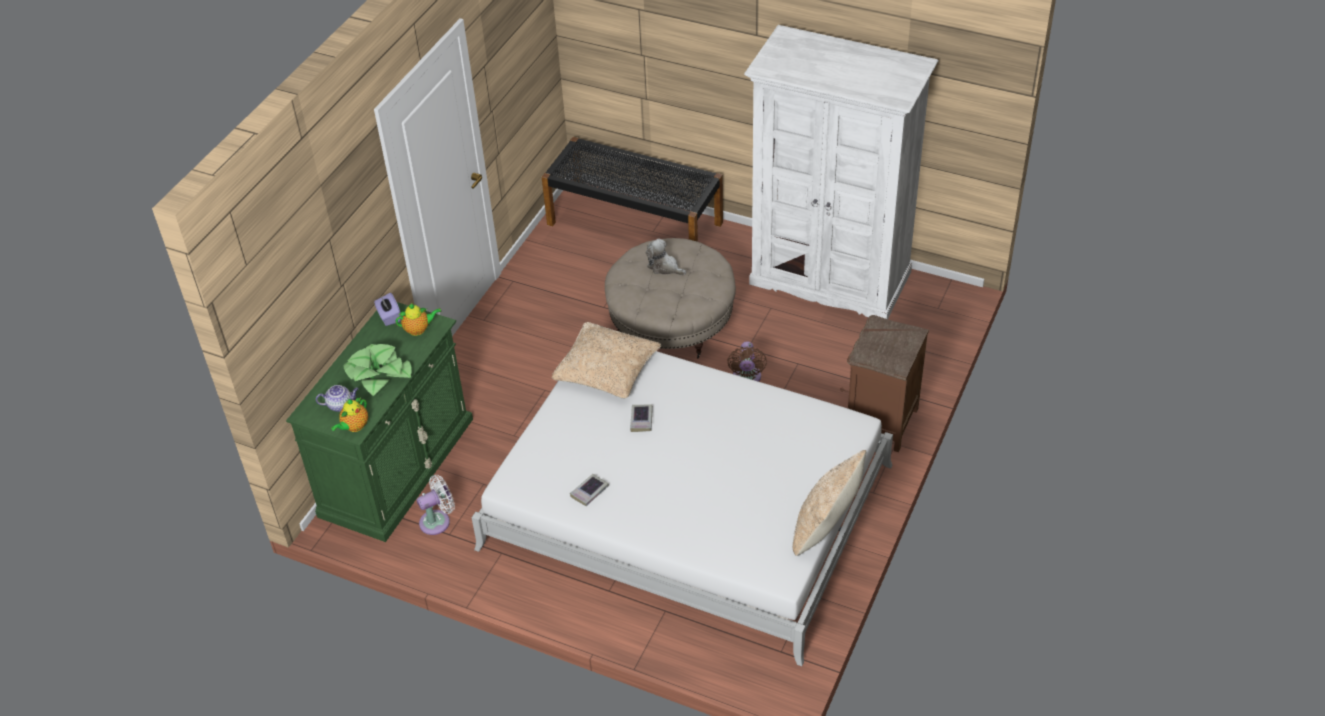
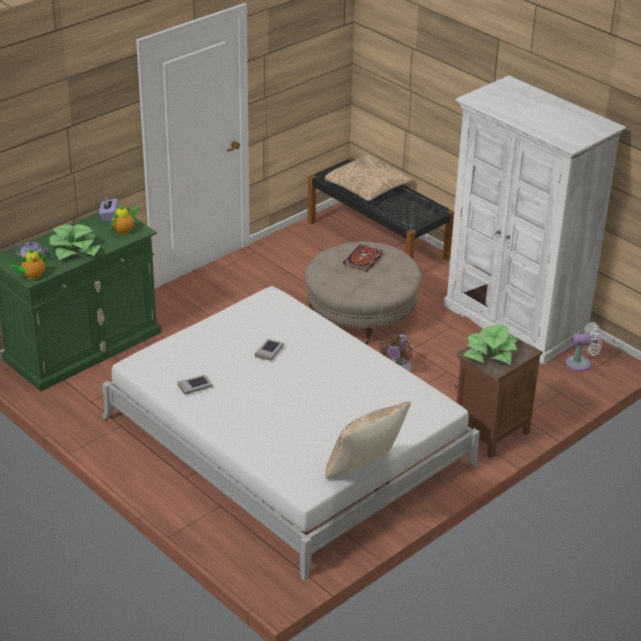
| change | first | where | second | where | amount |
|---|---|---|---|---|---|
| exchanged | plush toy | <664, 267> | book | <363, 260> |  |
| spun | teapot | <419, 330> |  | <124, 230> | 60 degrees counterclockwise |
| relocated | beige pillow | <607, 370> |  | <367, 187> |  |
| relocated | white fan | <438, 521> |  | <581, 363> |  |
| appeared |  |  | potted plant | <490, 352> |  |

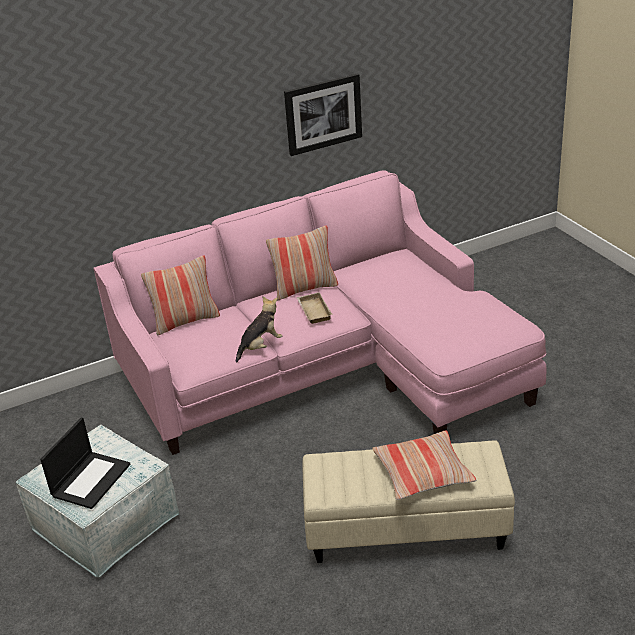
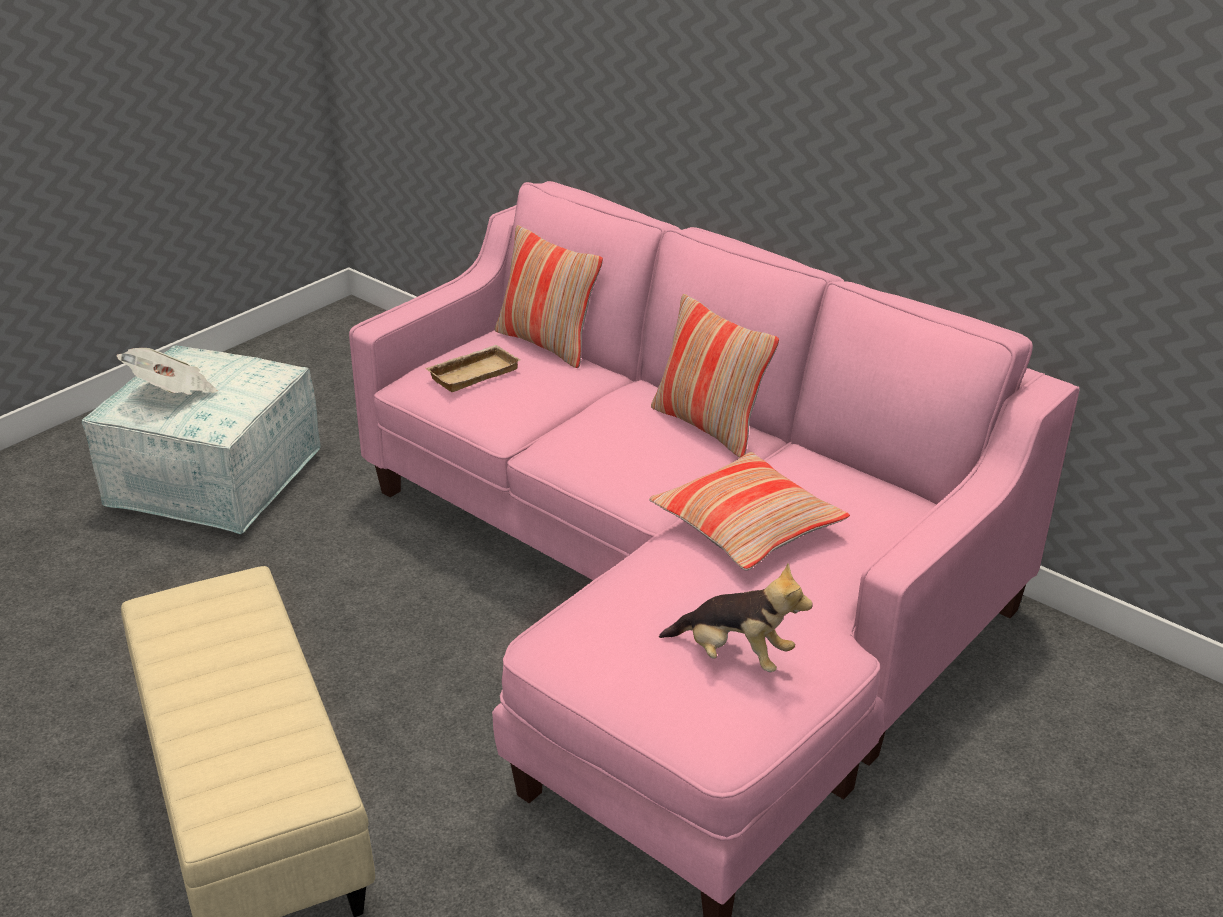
| change | first | where | second | where | amount |
|---|---|---|---|---|---|
| missing | picture | <323, 114> |  |  |  |
| relocated | beige tray | <313, 311> |  | <473, 372> |  |
| relocated | plush toy | <260, 347> |  | <734, 655> |  |
| exchanged | laptop | <91, 479> | newspaper | <173, 392> |  |
| relocated | pillow | <423, 473> |  | <747, 526> |  |

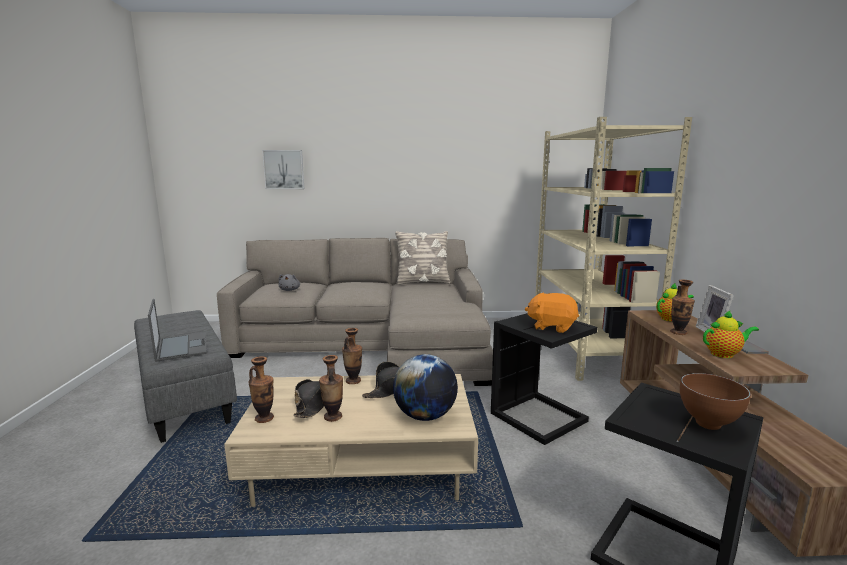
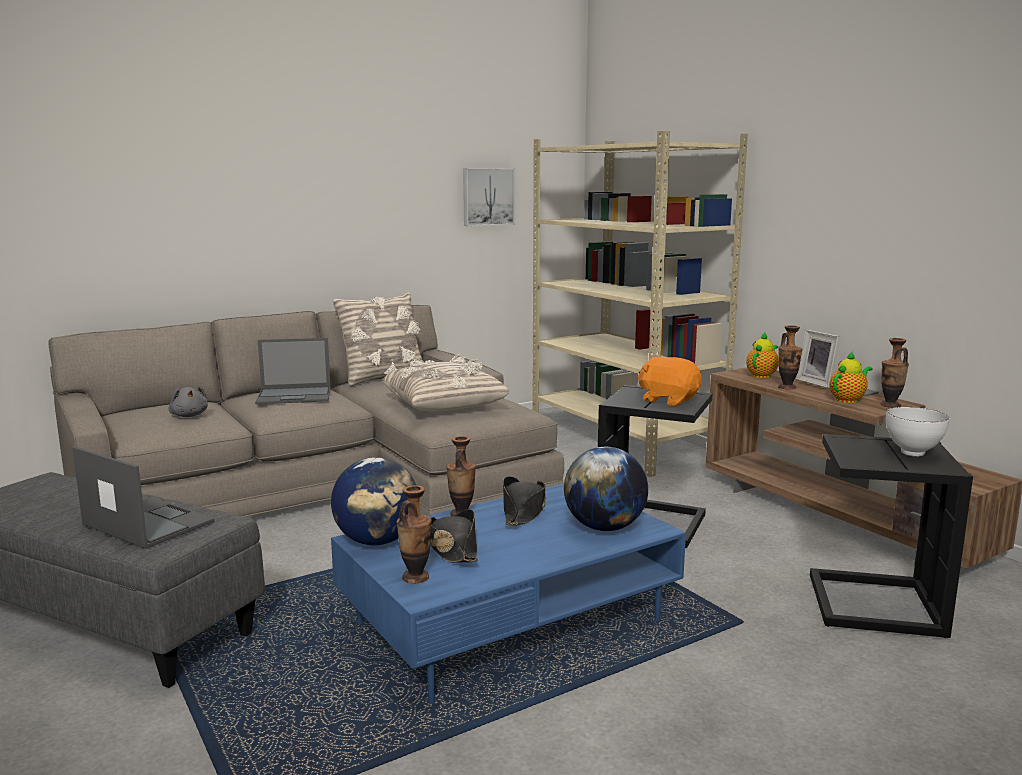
| change | first | where | second | where | amount |
|---|---|---|---|---|---|
| relocated | picture | <284, 169> |  | <487, 196> |  |
| spun | orange plush toy | <551, 326> |  | <668, 400> | 45 degrees clockwise |
| relocated | vase | <333, 417> |  | <890, 405> |  |
| colour | brown bowl | <709, 425> | white bowl | <914, 454> |  |
| colour | beige coffee table | <363, 463> | blue coffee table | <510, 621> |  |
| appeared |  |  | laptop | <295, 396> |  |
| appeared |  |  | beige pillow | <444, 406> |  |
| appeared |  |  | globe | <377, 541> |  |

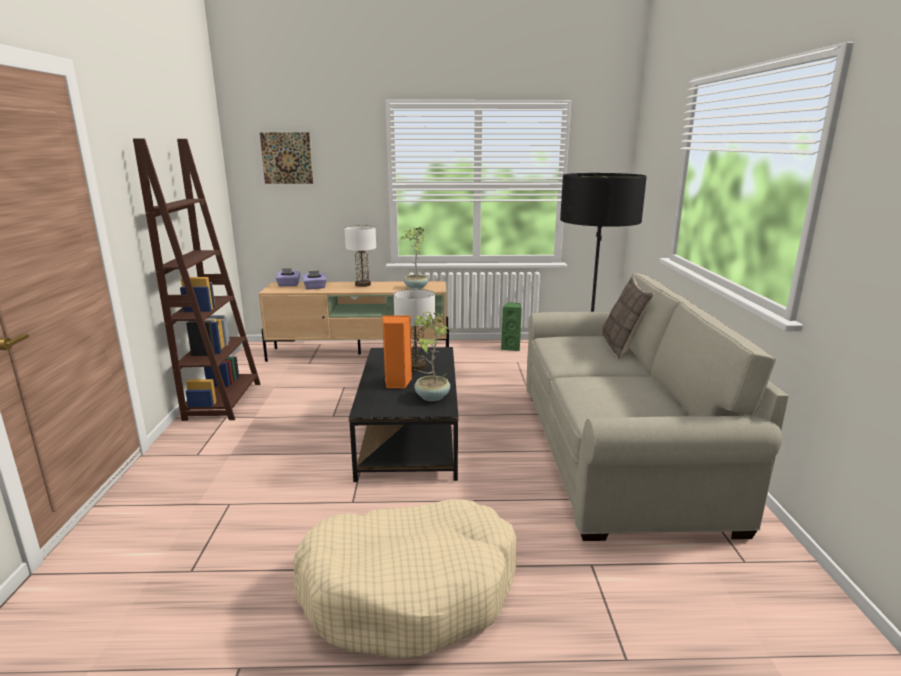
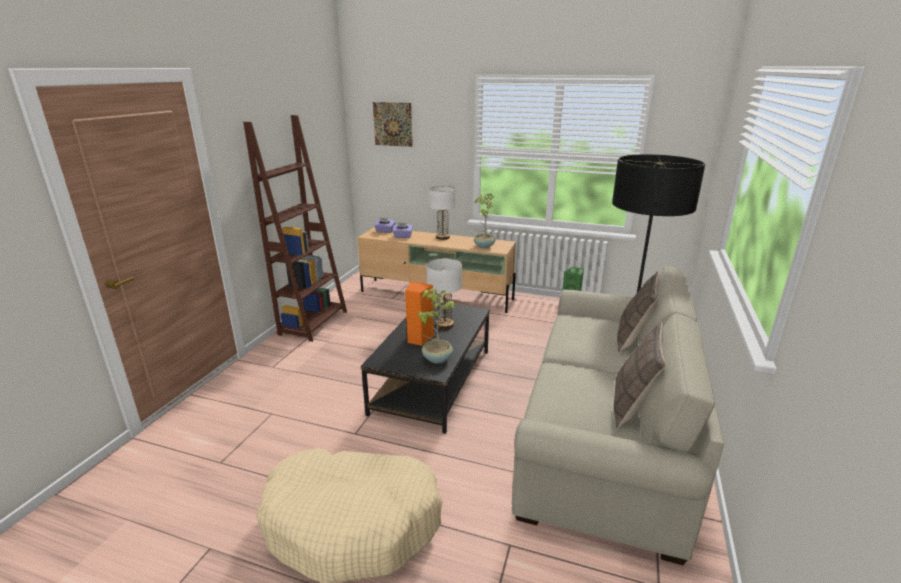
| change | first | where | second | where | amount |
|---|---|---|---|---|---|
| appeared |  |  | pillow | <632, 406> |  |

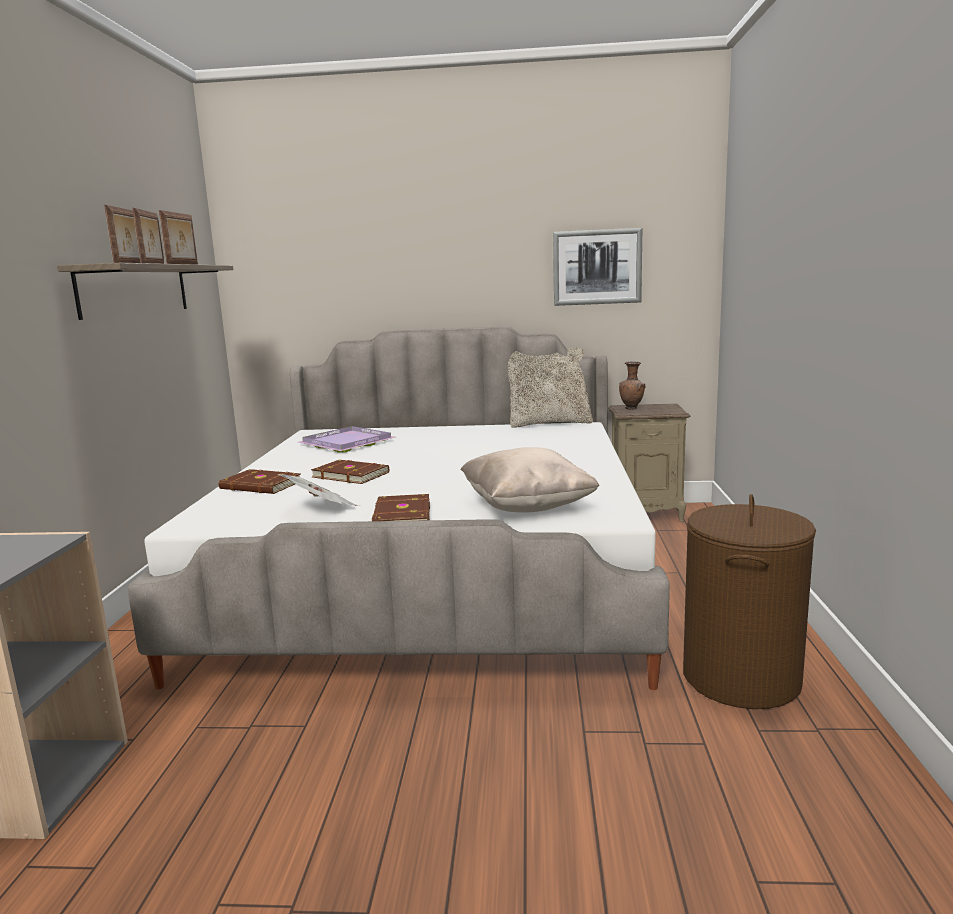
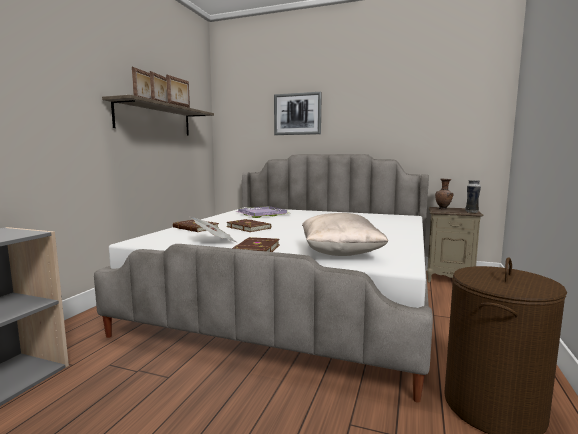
| change | first | where | second | where | amount |
|---|---|---|---|---|---|
| relocated | picture | <597, 267> |  | <297, 114> |  |
| missing | beige pillow | <548, 422> |  |  |  |
| appeared |  |  | vase | <471, 212> |  |

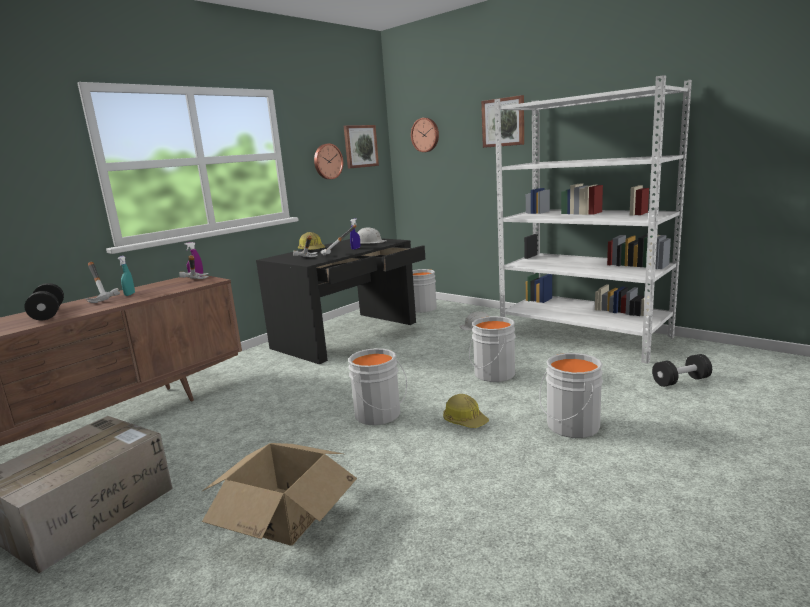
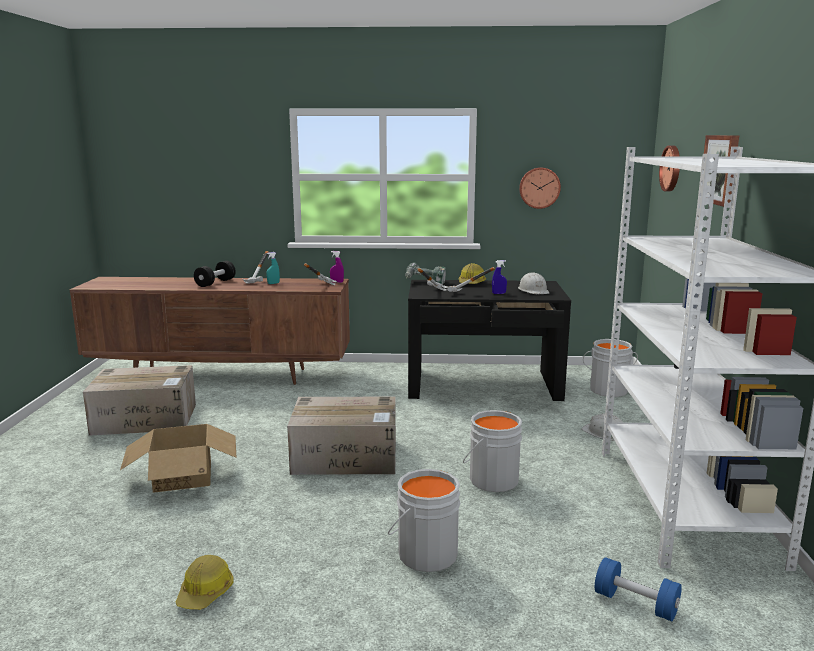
| change | first | where | second | where | amount |
|---|---|---|---|---|---|
| missing | picture | <360, 146> |  |  |  |
| exchanged | grey bucket | <379, 415> | cardboard box | <347, 456> |  |
| colour | black dumbbell | <681, 381> | blue dumbbell | <635, 603> |  |
| relocated | hard hat | <465, 420> |  | <205, 592> |  |
| appeared |  |  | power drill | <424, 283> |  |

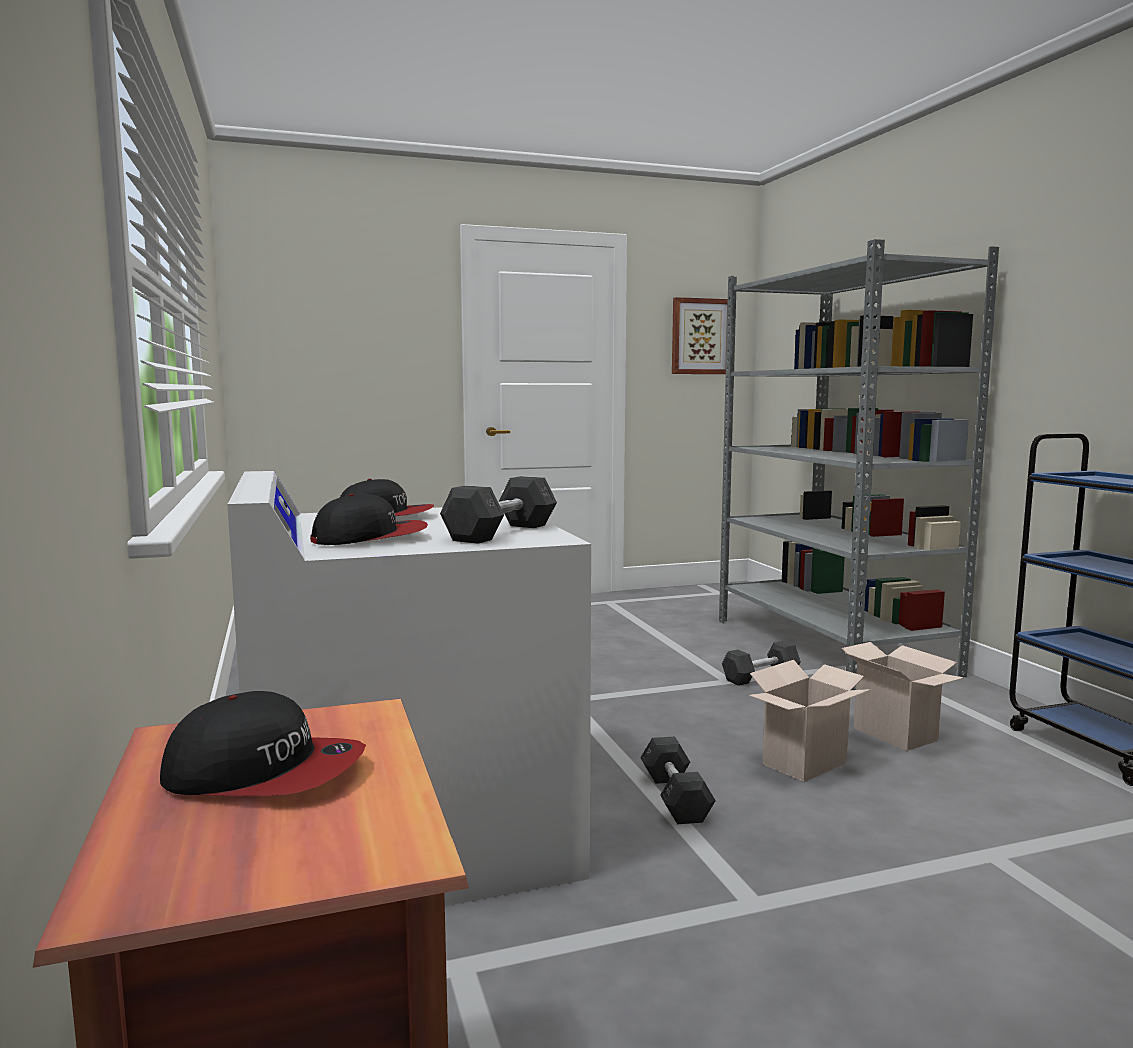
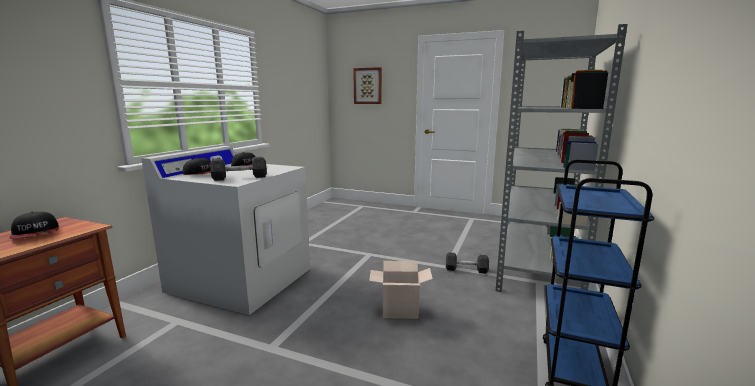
| change | first | where | second | where | amount |
|---|---|---|---|---|---|
| relocated | picture | <700, 336> |  | <368, 86> |  |
| missing | cardboard box | <898, 735> |  |  |  |
| missing | grey dumbbell | <675, 797> |  |  |  |

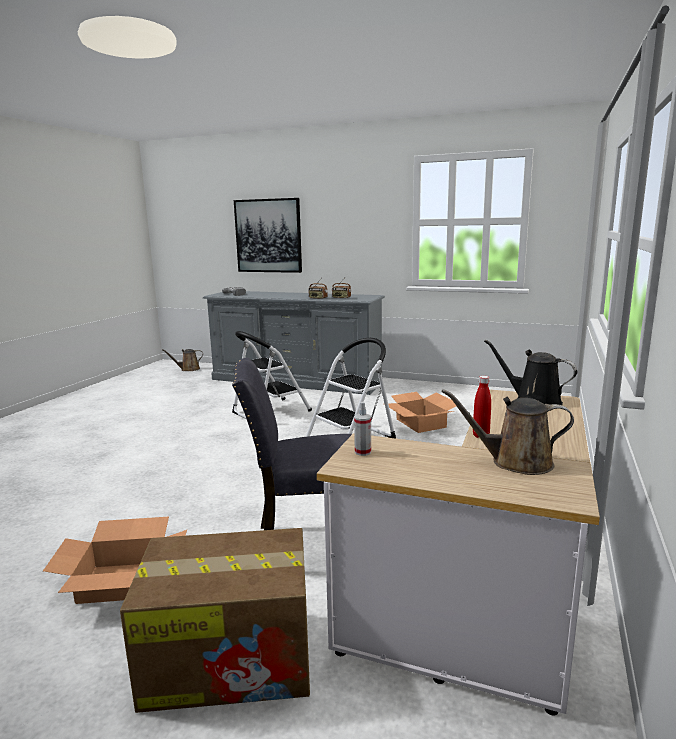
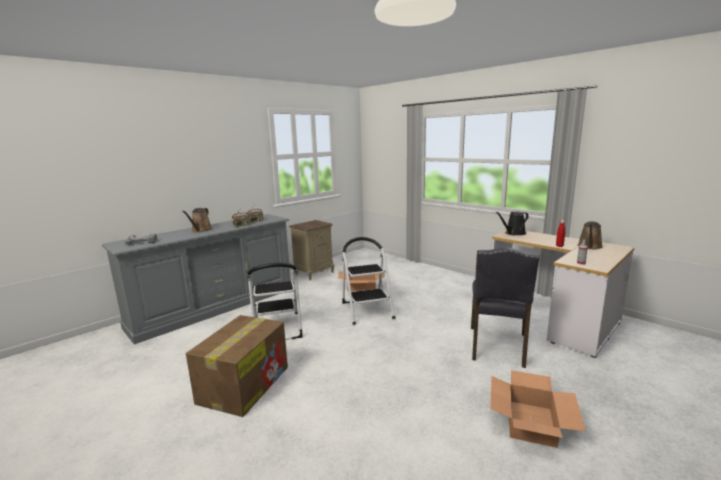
| change | first | where | second | where | amount |
|---|---|---|---|---|---|
| missing | picture | <268, 236> |  |  |  |
| relocated | brown watering can | <188, 369> |  | <201, 230> |  |
| relocated | cardboard box | <232, 658> |  | <245, 384> |  |
| appeared |  |  | beige nightstand | <314, 273> |  |

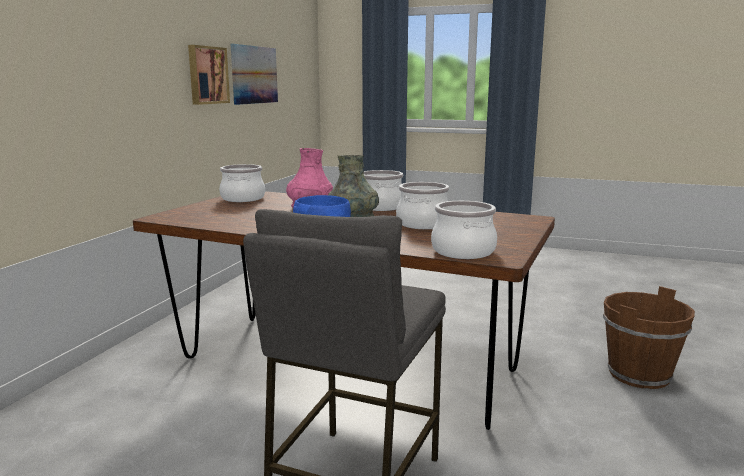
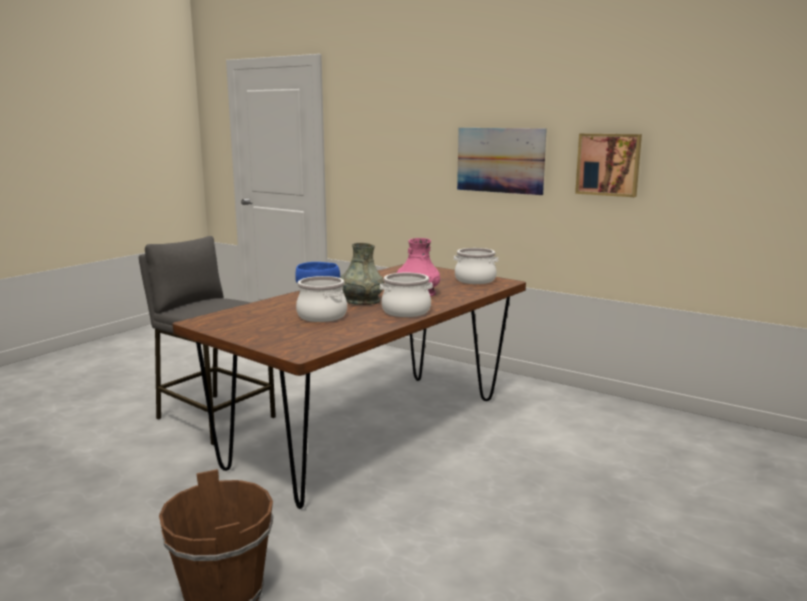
| change | first | where | second | where | amount |
|---|---|---|---|---|---|
| relocated | picture | <254, 75> |  | <500, 160> |  |
| missing | cooking pot | <462, 251> |  |  |  |

